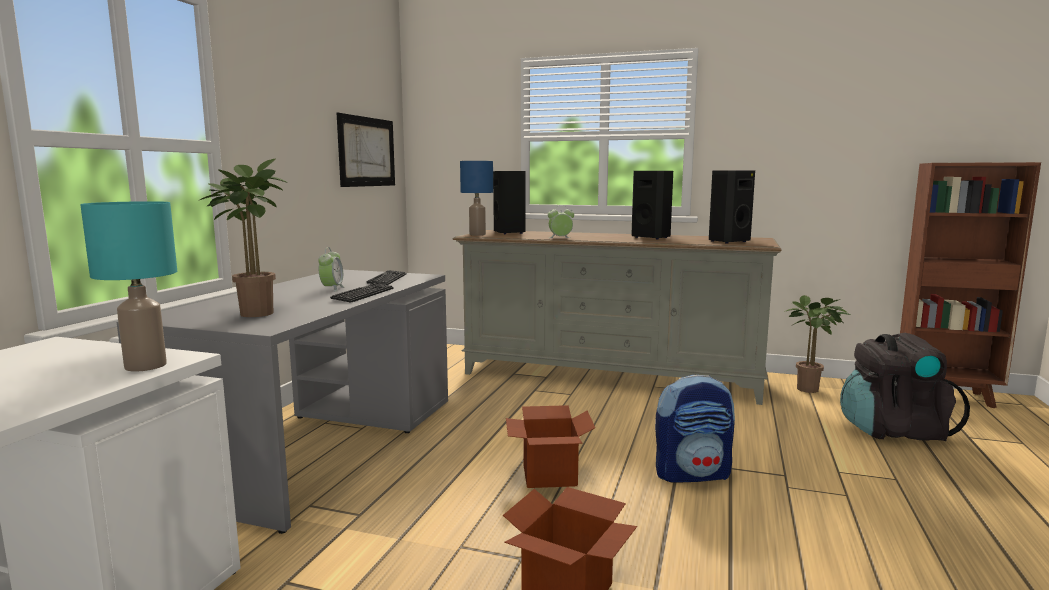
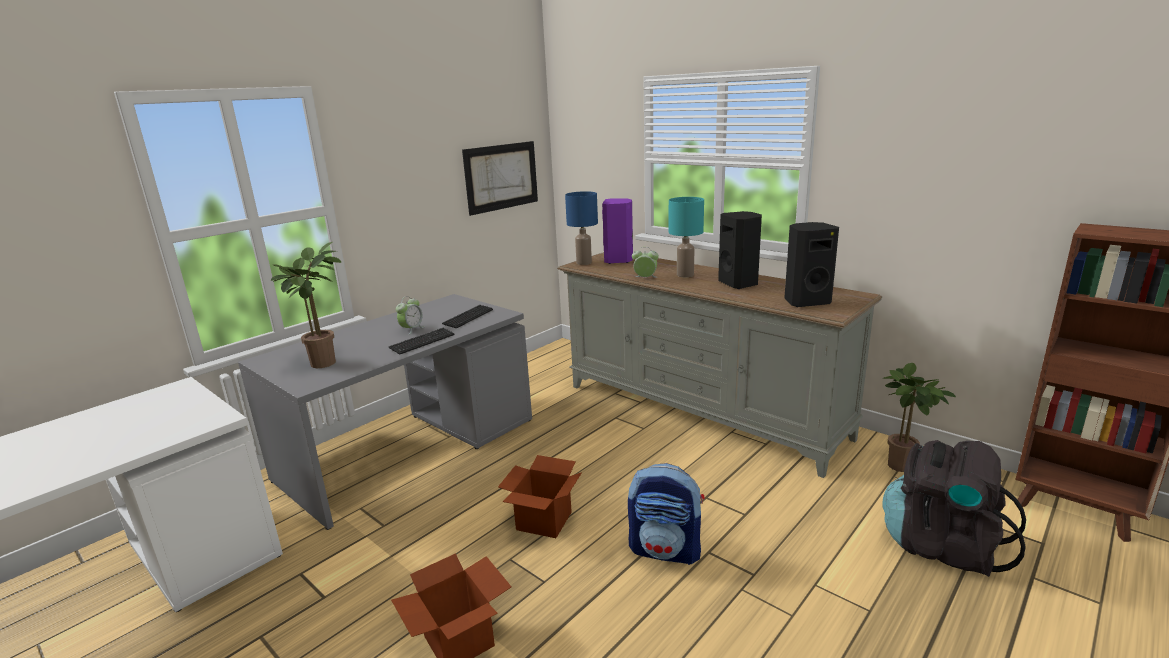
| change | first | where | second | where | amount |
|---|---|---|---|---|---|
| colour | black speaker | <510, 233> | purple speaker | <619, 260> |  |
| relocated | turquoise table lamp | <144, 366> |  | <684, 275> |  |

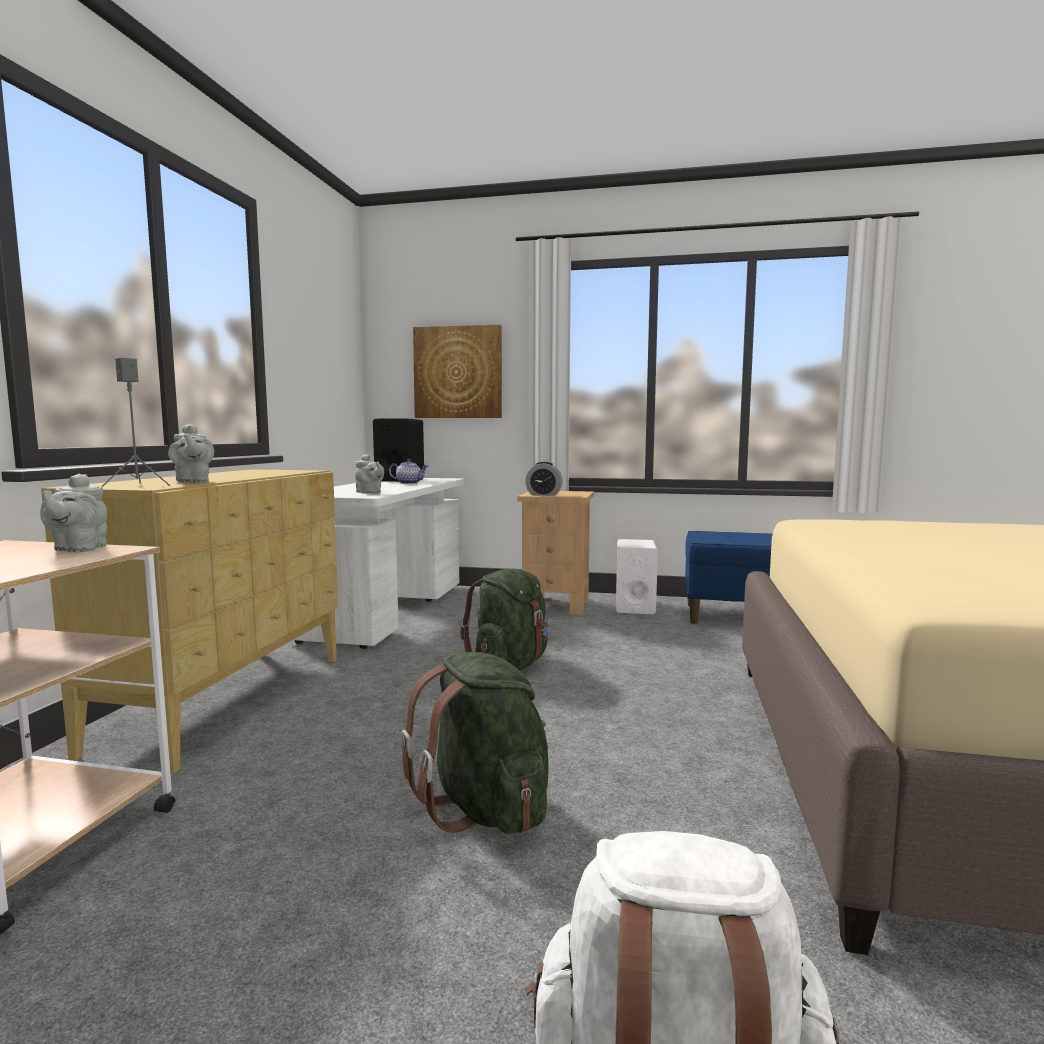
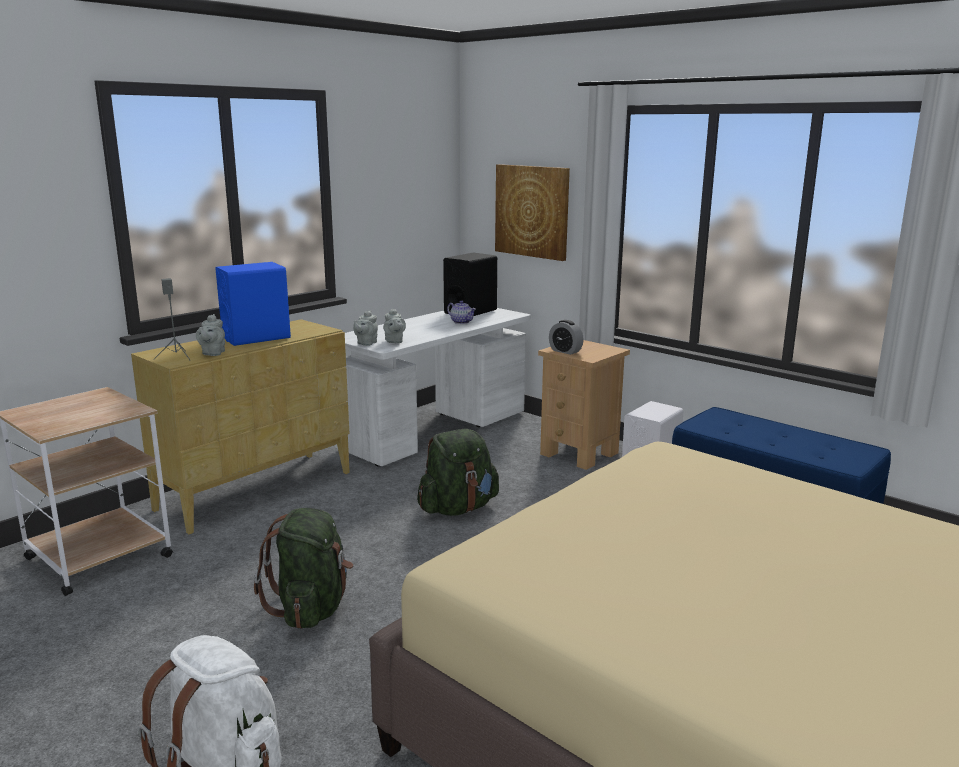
| change | first | where | second | where | amount |
|---|---|---|---|---|---|
| relocated | grey teapot | <78, 549> |  | <366, 343> |  |
| appeared |  |  | blue speaker | <256, 337> |  |

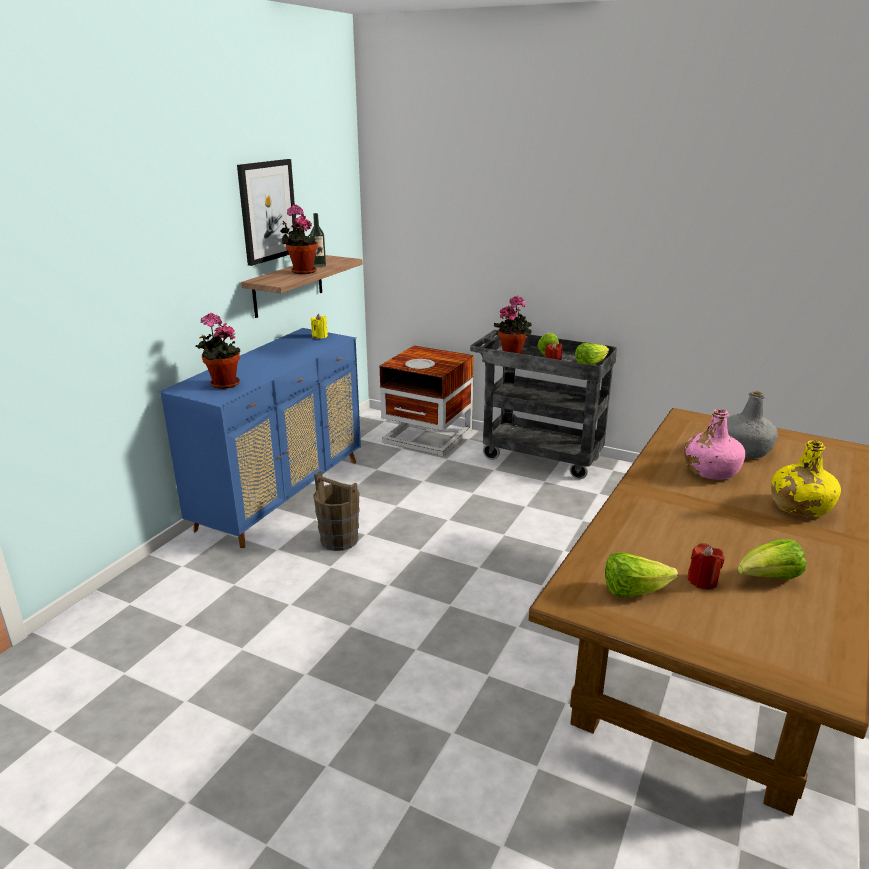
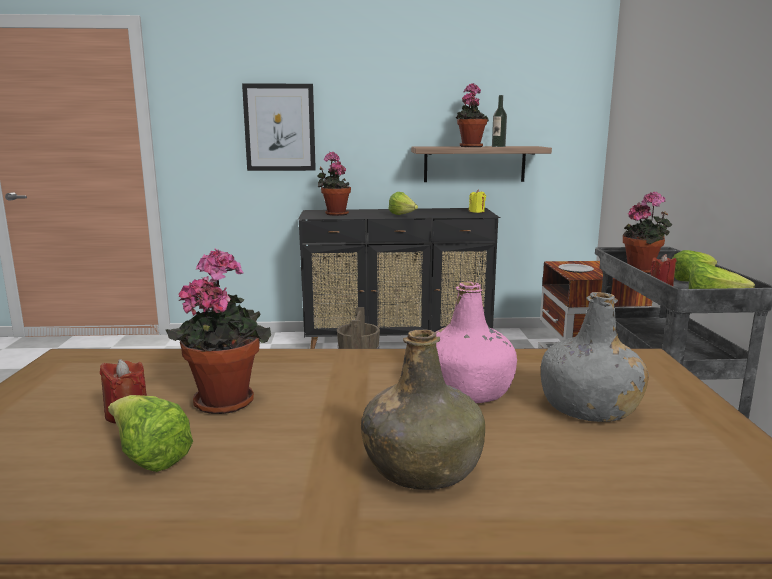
| change | first | where | second | where | amount |
|---|---|---|---|---|---|
| relocated | picture | <267, 211> |  | <279, 127> |  |
| colour | blue cabinet | <281, 494> | black cabinet | <397, 340> |  |
| colour | yellow bottle | <799, 507> | green bottle | <422, 467> |  |
| relocated | lettuce | <633, 591> |  | <403, 215> |  |
| appeared |  |  | potted plant | <225, 399> |  |

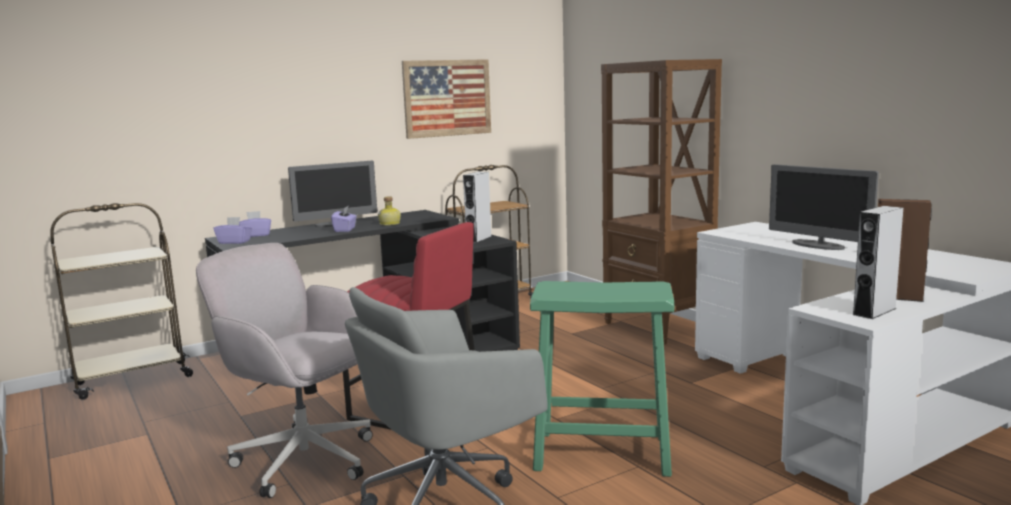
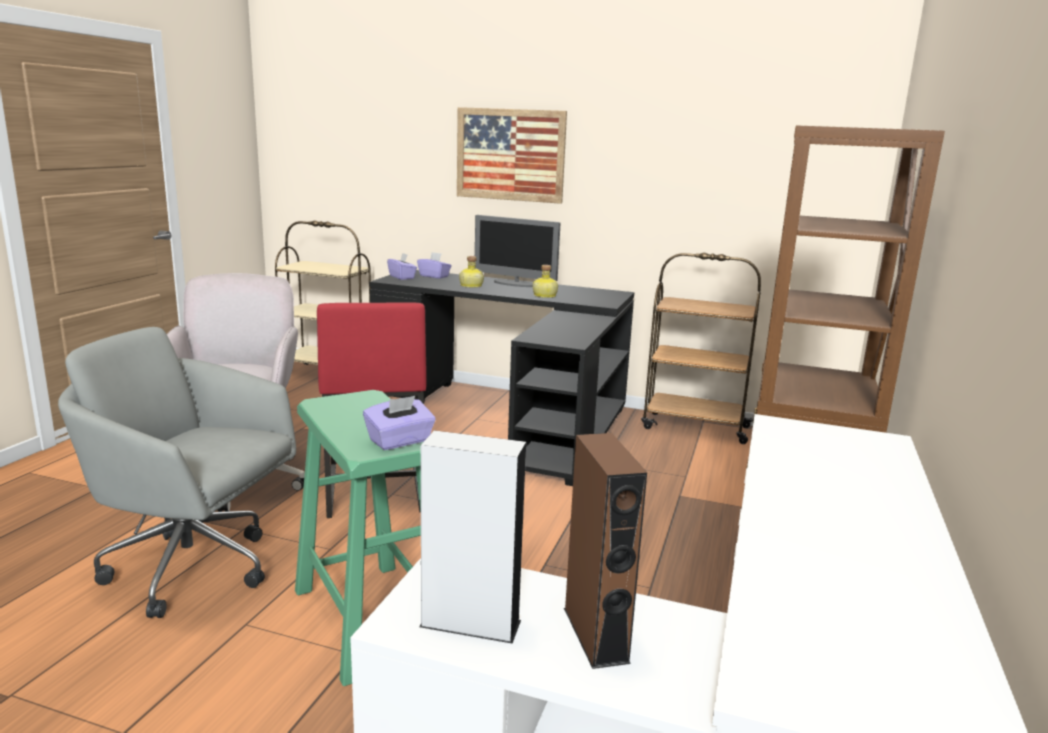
| change | first | where | second | where | amount |
|---|---|---|---|---|---|
| relocated | picture | <447, 98> |  | <510, 155> |  |
| missing | monitor | <818, 245> |  |  |  |
| missing | grey speaker | <478, 239> |  |  |  |
| relocated | purple tissue box | <345, 229> |  | <400, 441> |  |
| appeared |  |  | bottle | <470, 286> |  |

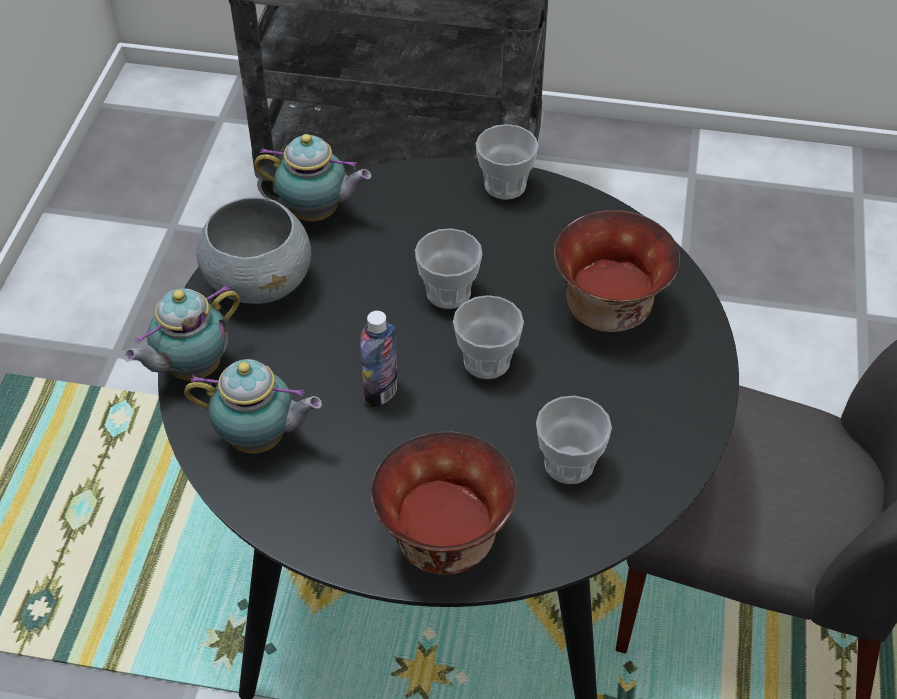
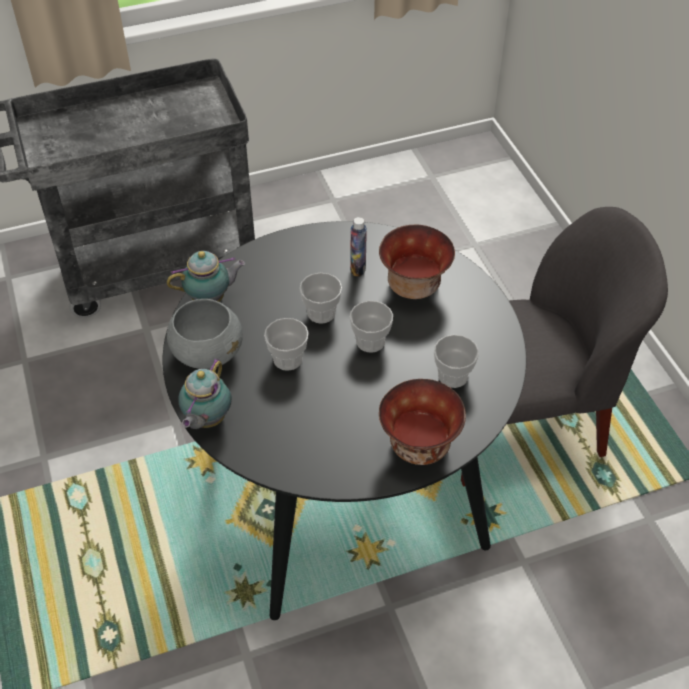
| change | first | where | second | where | amount |
|---|---|---|---|---|---|
| relocated | cup | <505, 185> |  | <288, 359> |  |
| relocated | bottle | <381, 392> |  | <358, 268> |  |
| missing | teapot | <261, 440> |  |  |  |

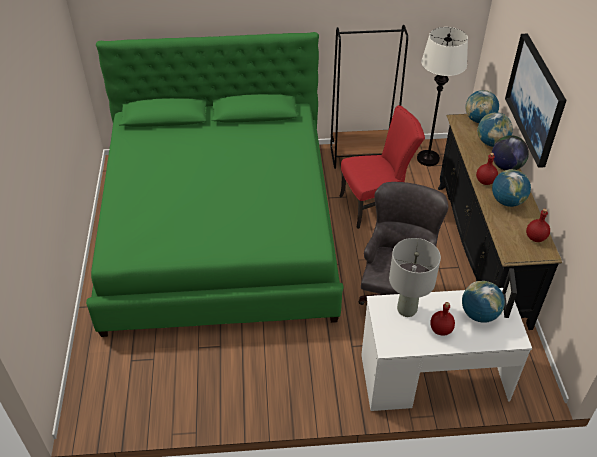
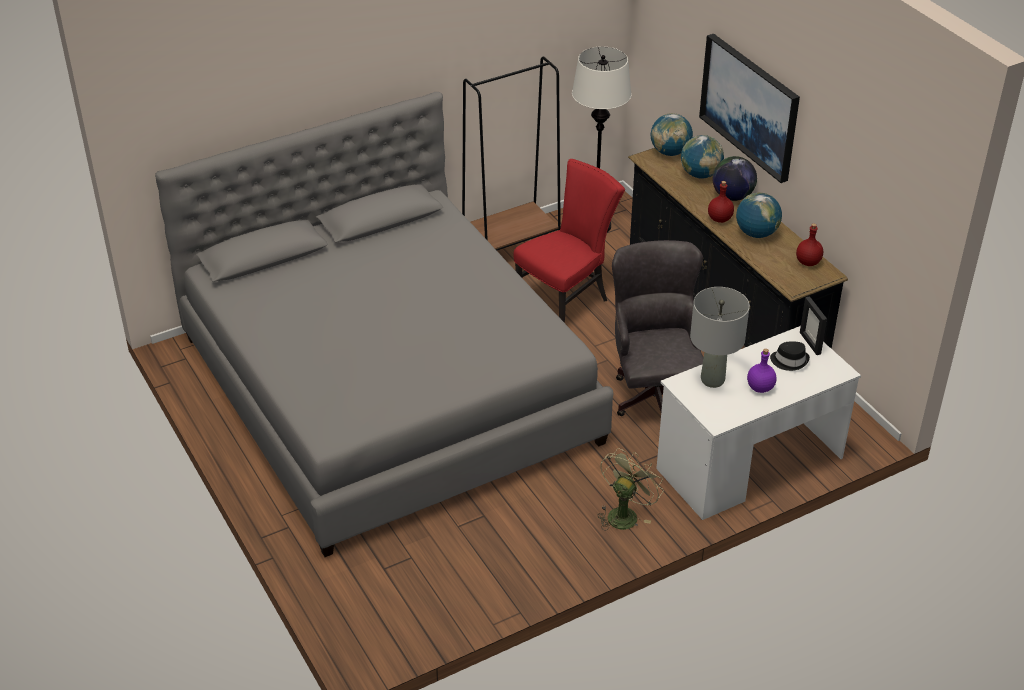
| change | first | where | second | where | amount |
|---|---|---|---|---|---|
| colour | green bed | <220, 230> | grey bed | <388, 389> |  |
| exchanged | globe | <479, 314> | black hat | <789, 360> |  |
| colour | red bottle | <441, 330> | purple bottle | <760, 388> |  |
| appeared |  |  | green fan | <624, 513> |  |

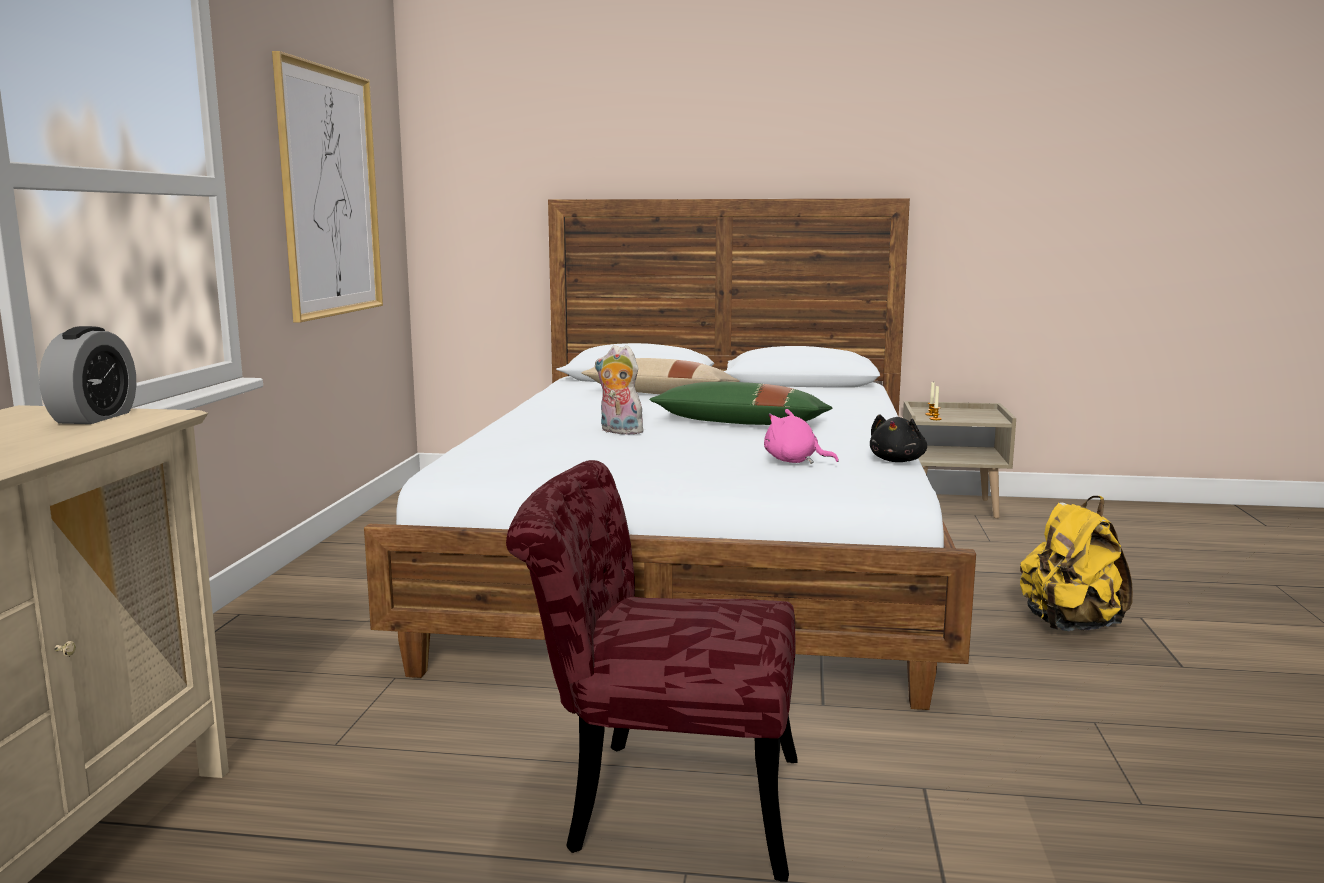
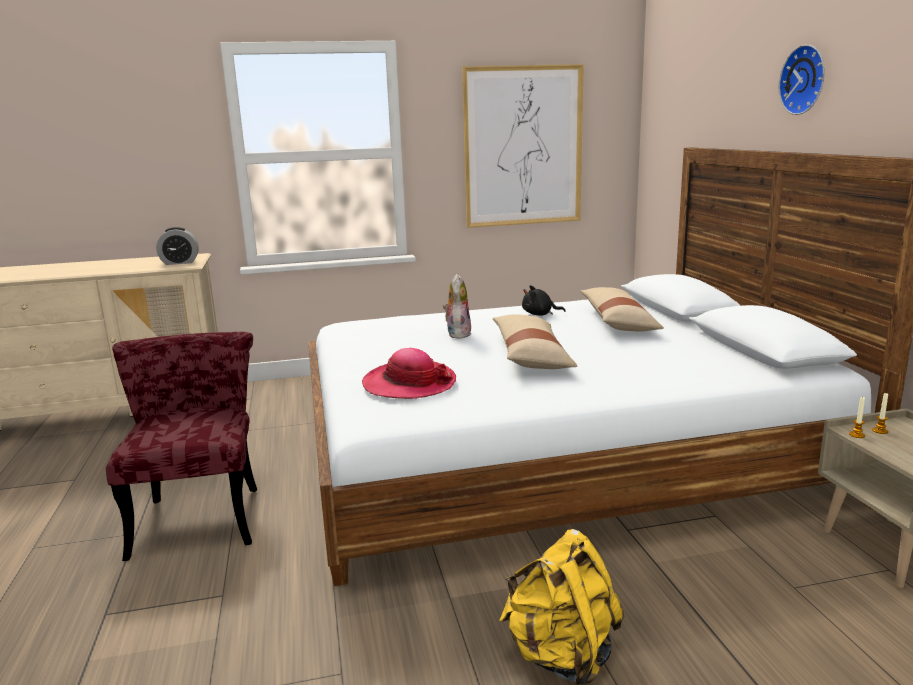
| change | first | where | second | where | amount |
|---|---|---|---|---|---|
| colour | green pillow | <741, 424> | beige pillow | <531, 356> |  |
| exchanged | pink plush toy | <794, 461> | hat | <409, 384> |  |
| relocated | black plush toy | <897, 461> |  | <539, 314> |  |
| appeared |  |  | wall clock | <805, 80> |  |

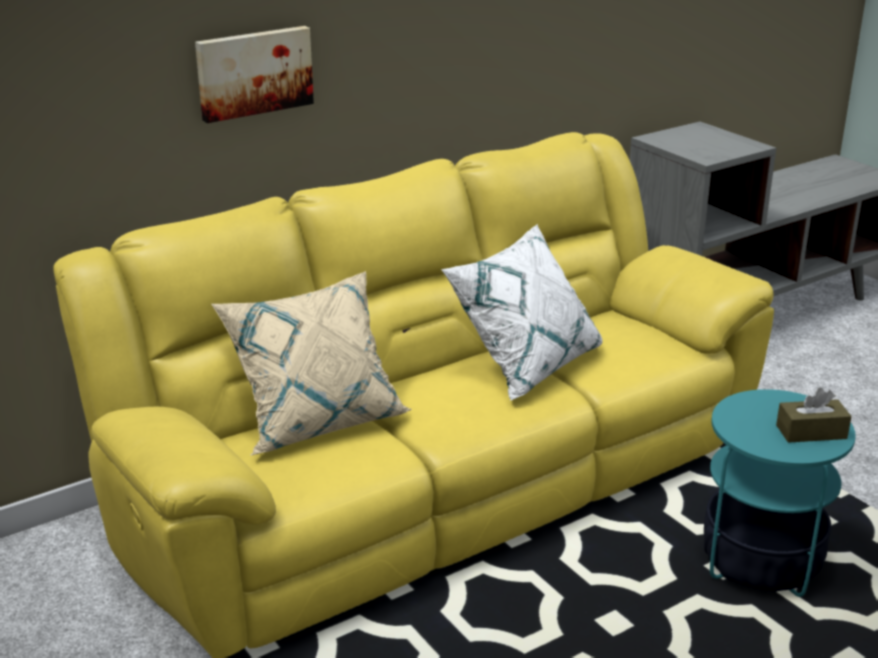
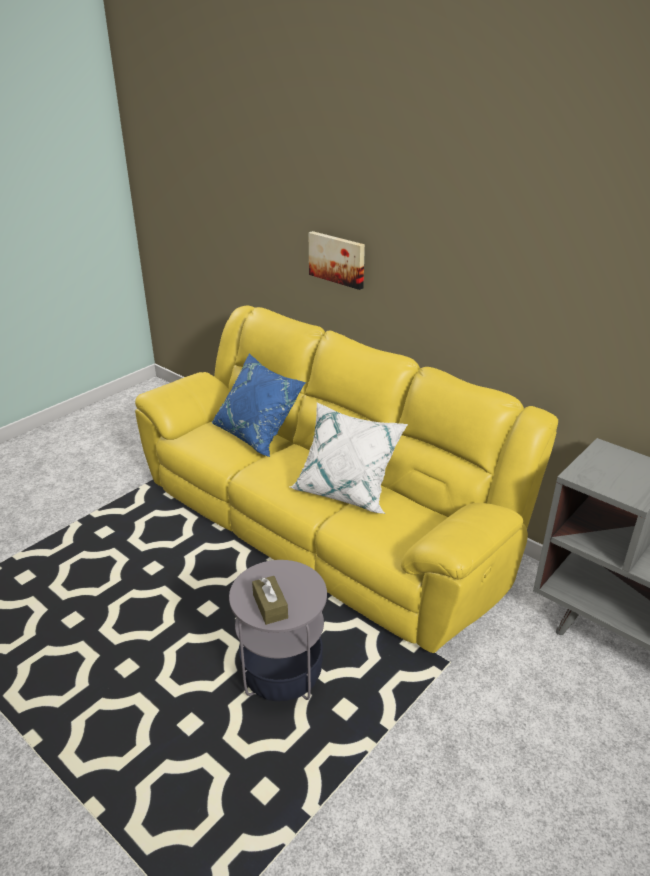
| change | first | where | second | where | amount |
|---|---|---|---|---|---|
| colour | beige pillow | <317, 419> | blue pillow | <257, 434> |  |
| colour | turquoise side table | <760, 565> | grey side table | <281, 675> |  |

